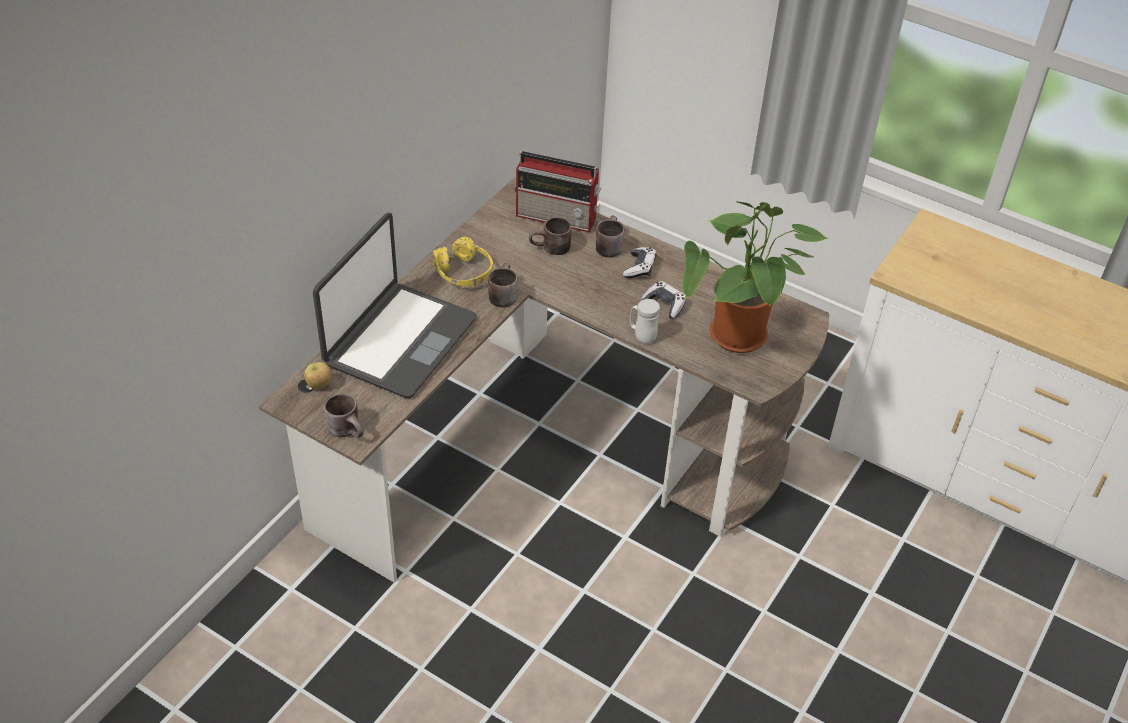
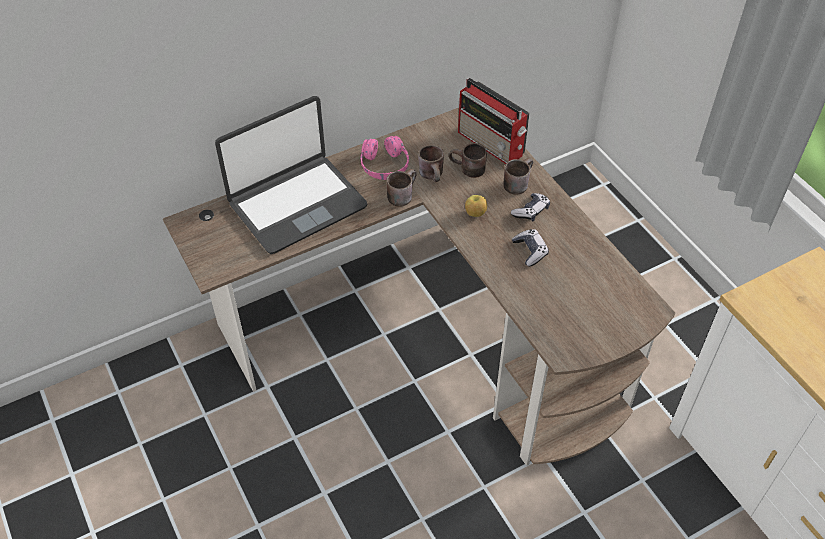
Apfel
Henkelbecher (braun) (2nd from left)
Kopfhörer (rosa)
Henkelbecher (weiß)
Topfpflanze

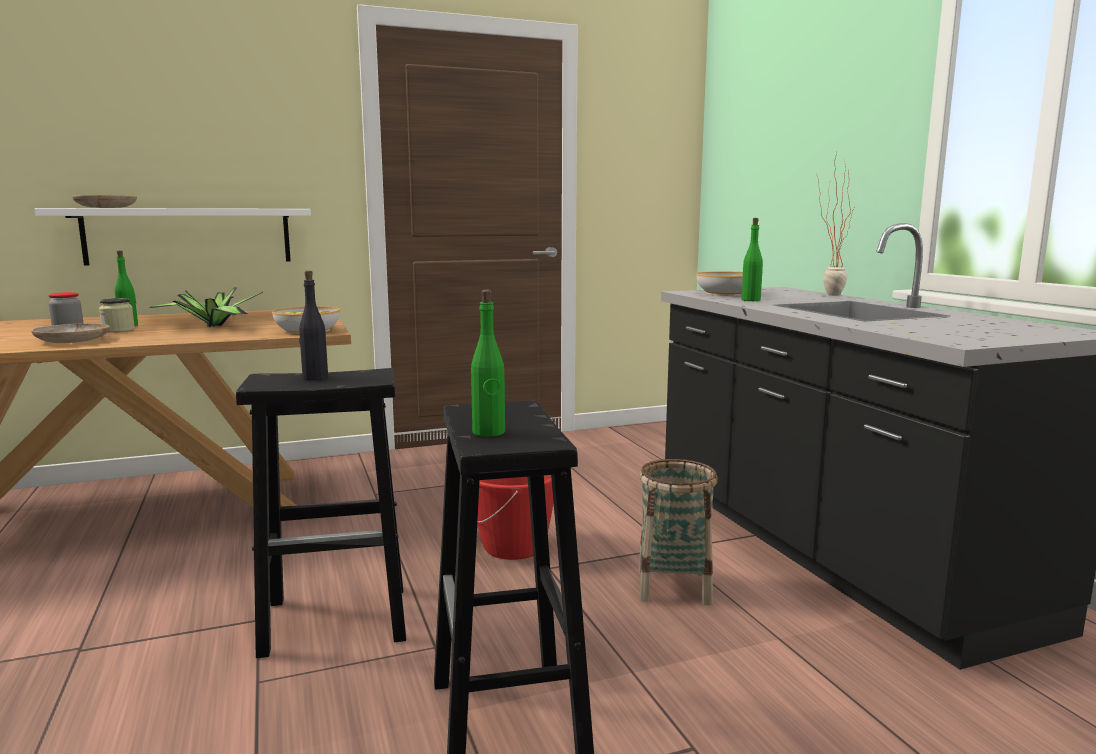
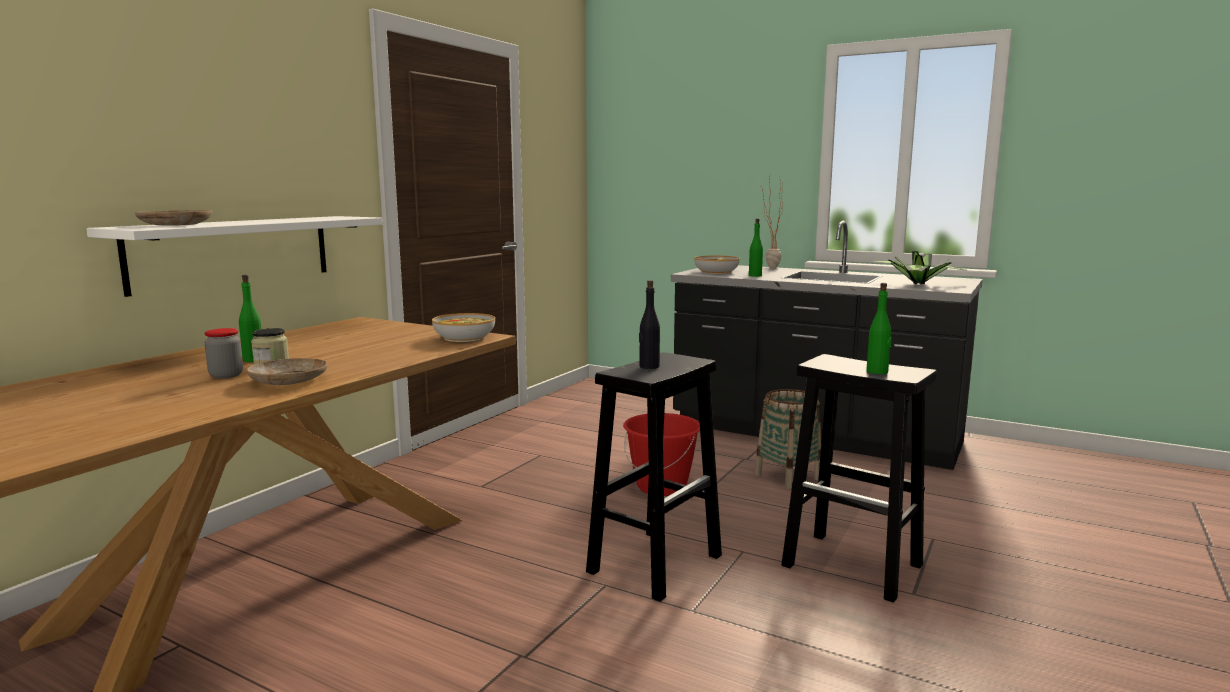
Topfpflanze (2nd from left)

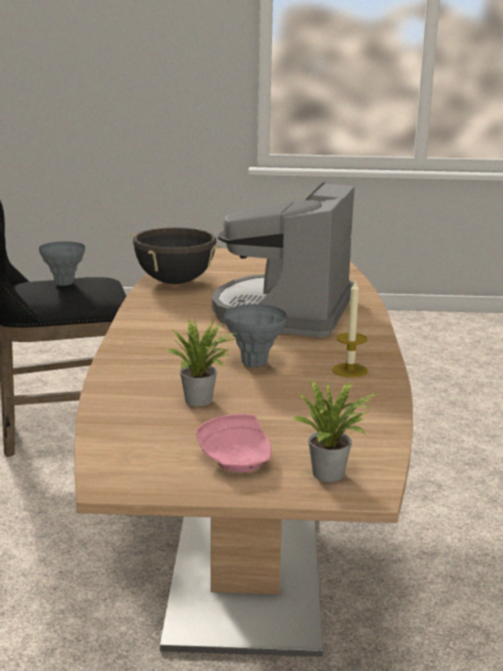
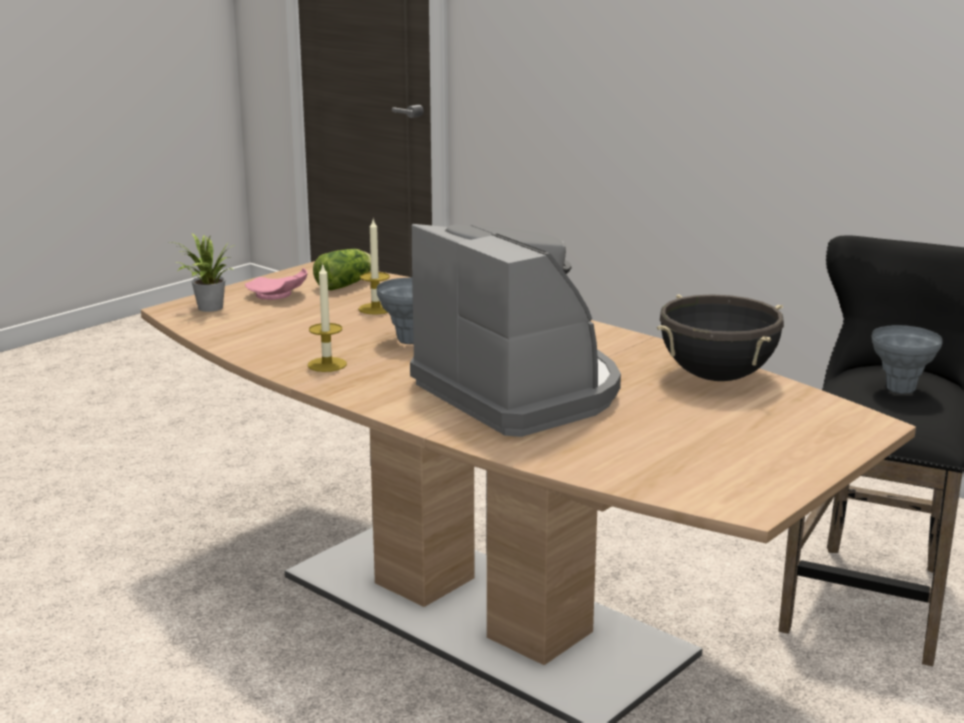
Kerze (2nd from left)
Salatkopf

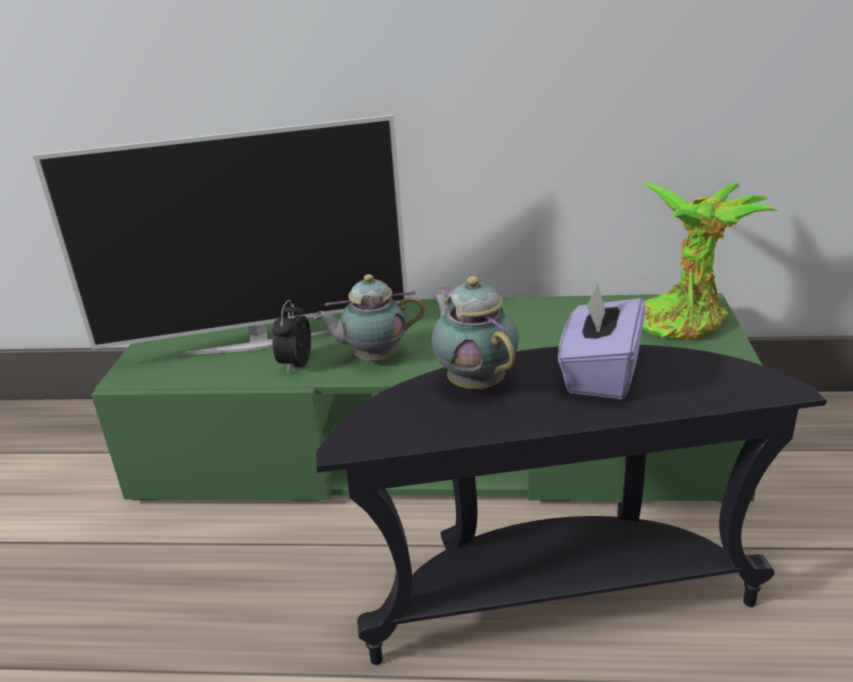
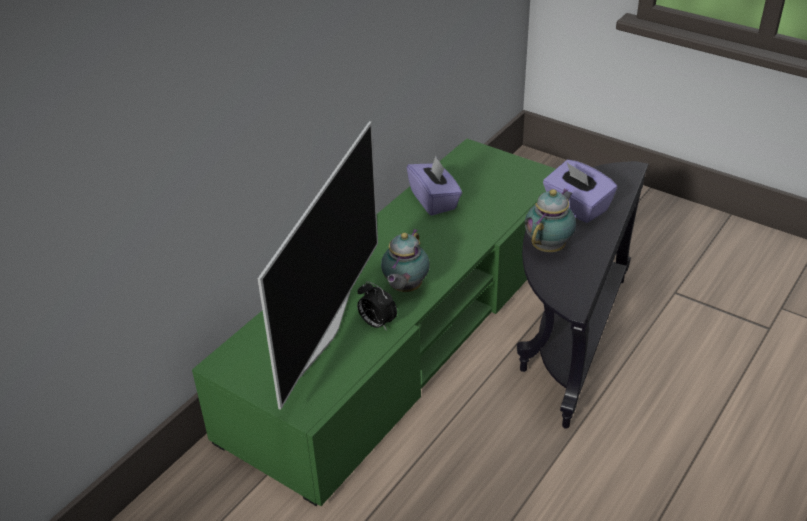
Teekanne (2nd from left)
Topfpflanze
Taschentuchbox (lila) (1st from left)

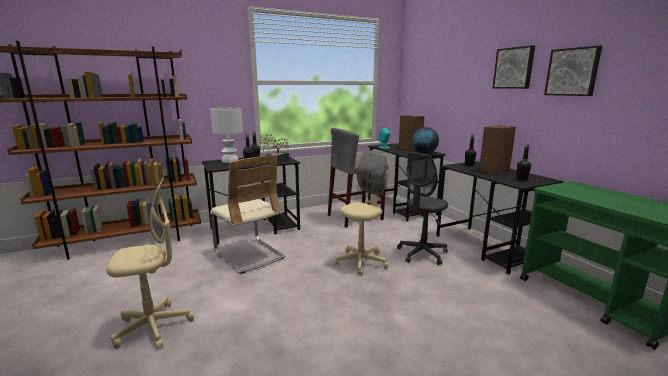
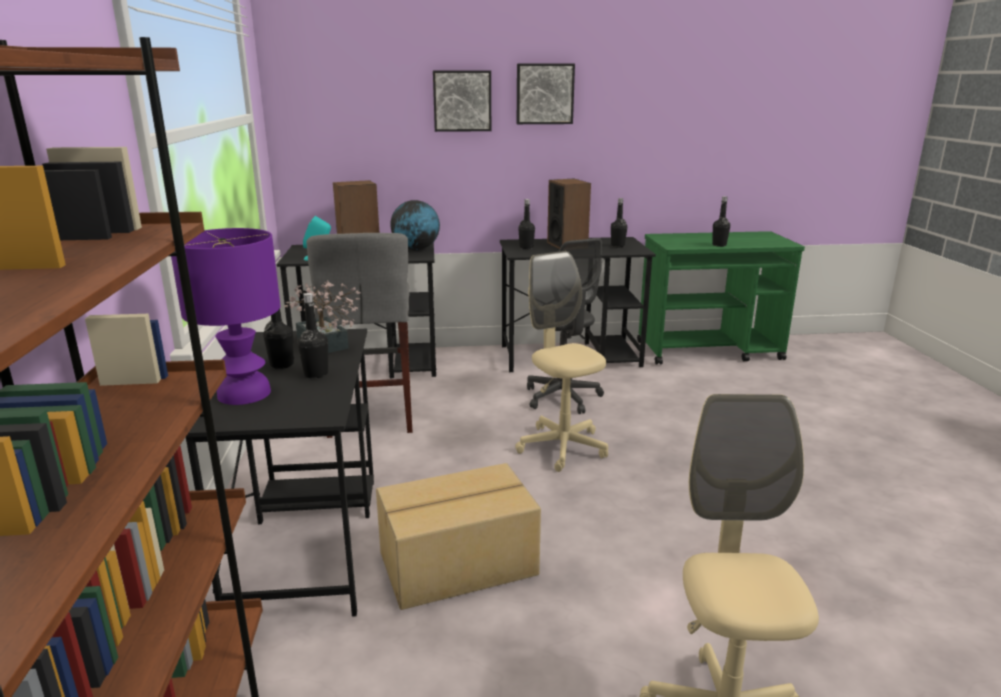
Tischlampe (lila)
Karton
Bild (1st from left)
Flasche (schwarz) (5th from left)

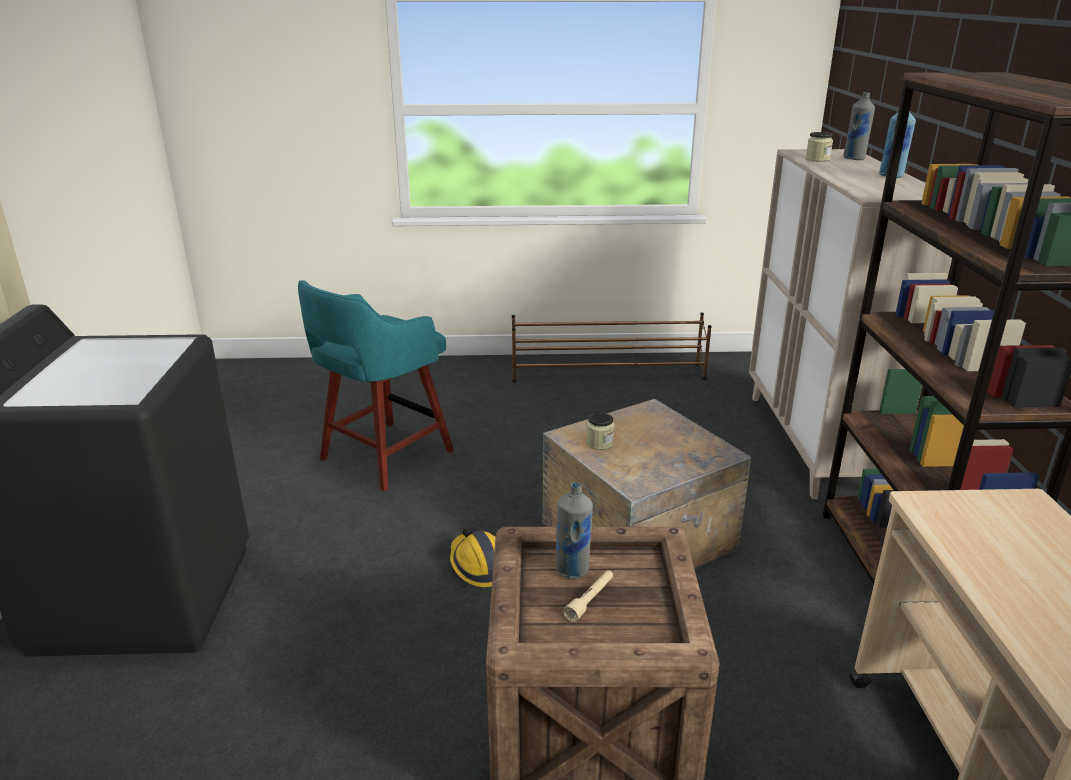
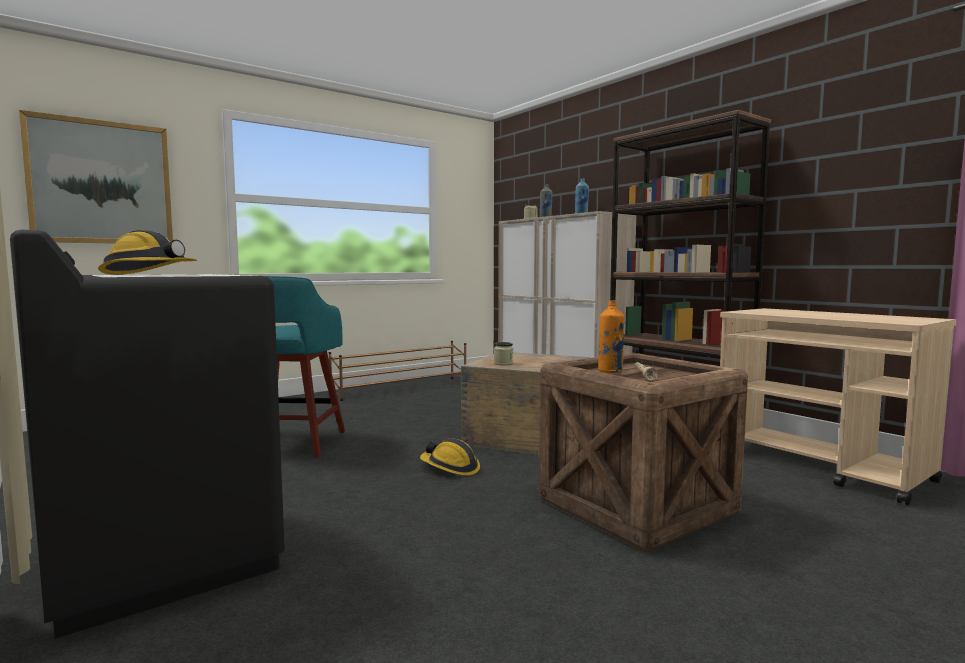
Flasche (orange)
Bild
Schutzhelm (1st from left)

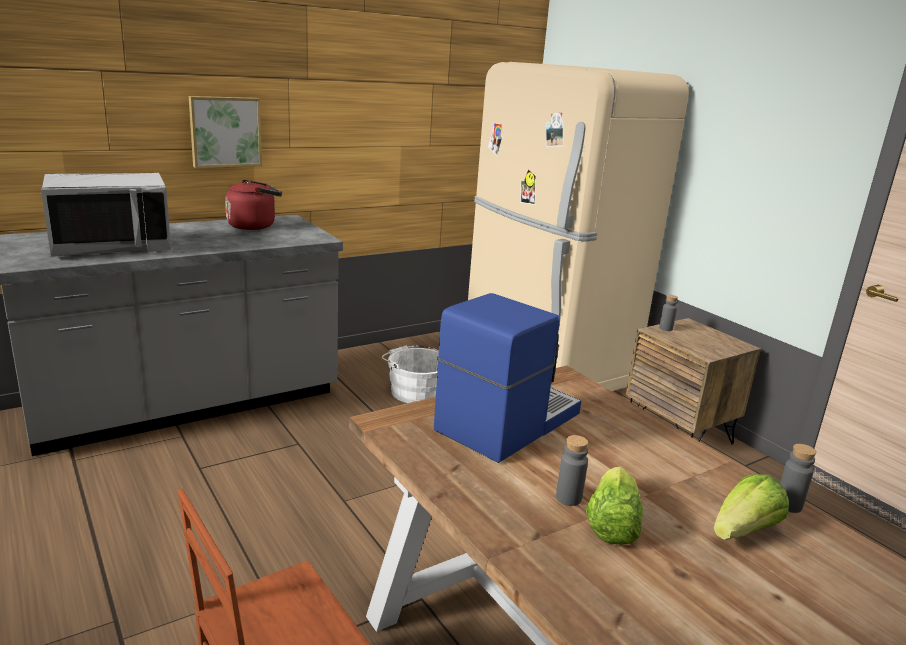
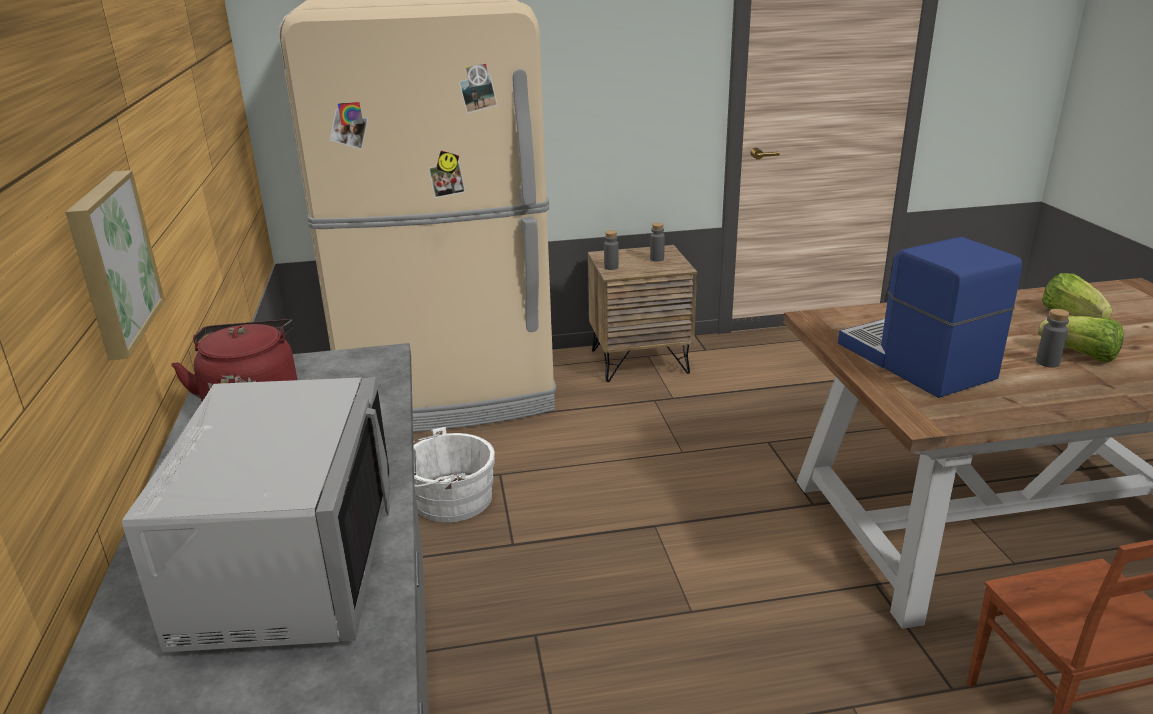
Flasche (grau) (2nd from left)

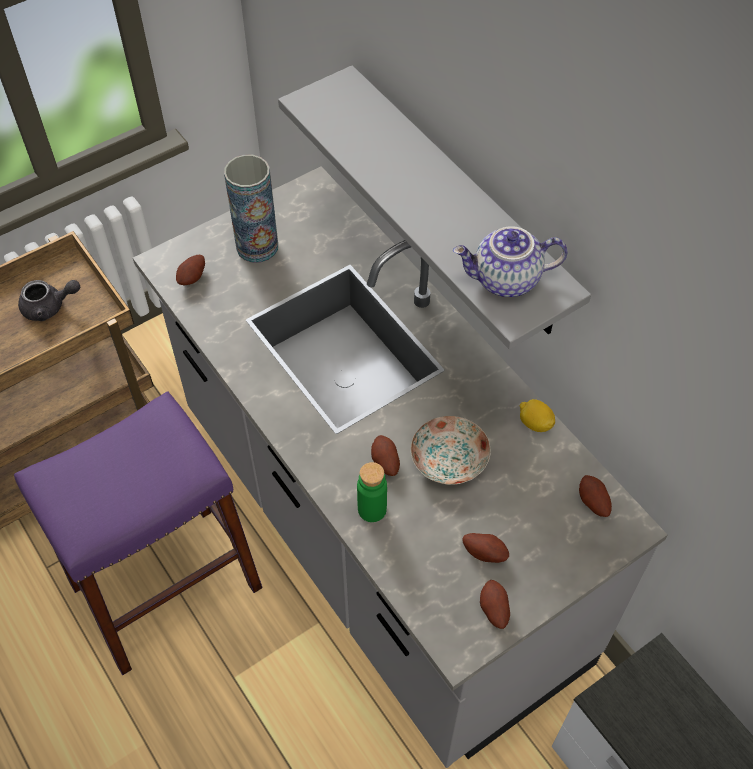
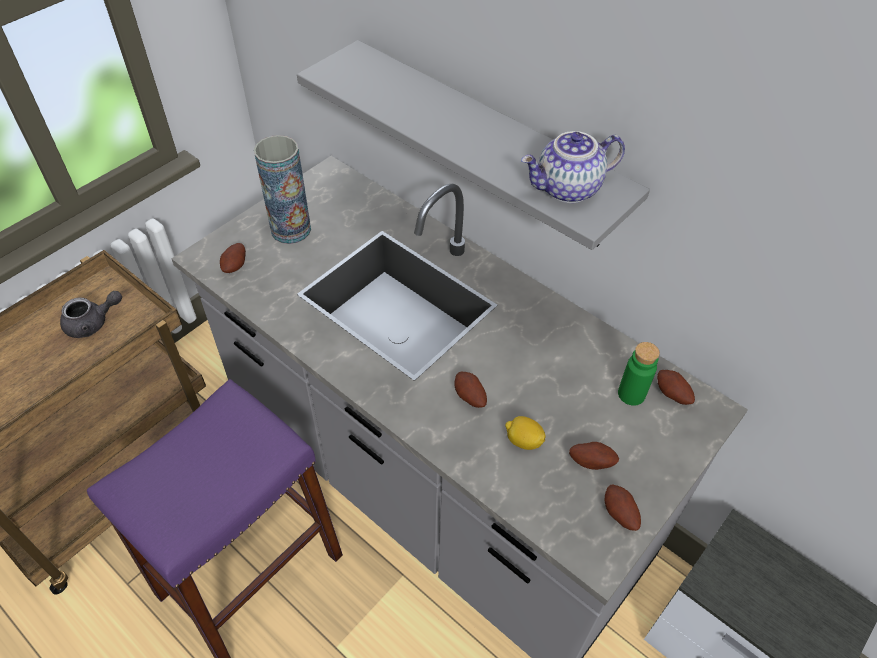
Flasche (grün)
Teller
Zitrone

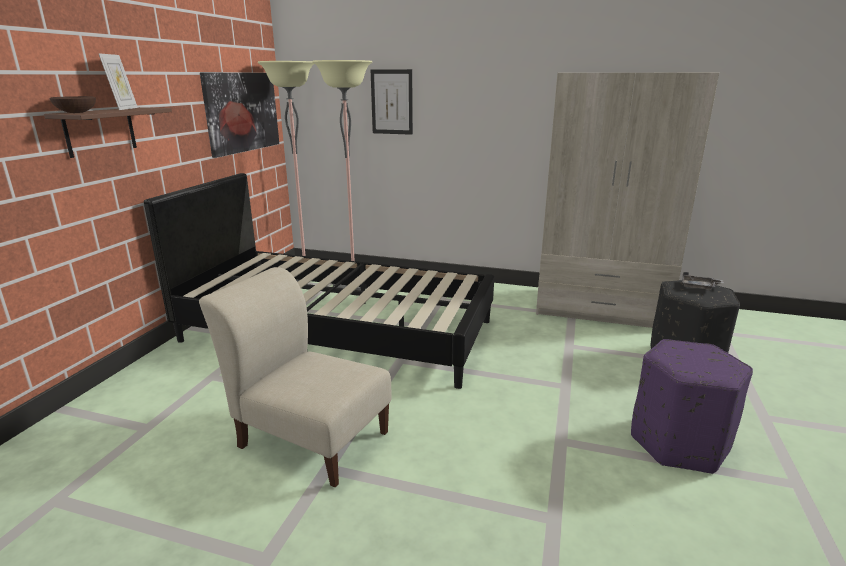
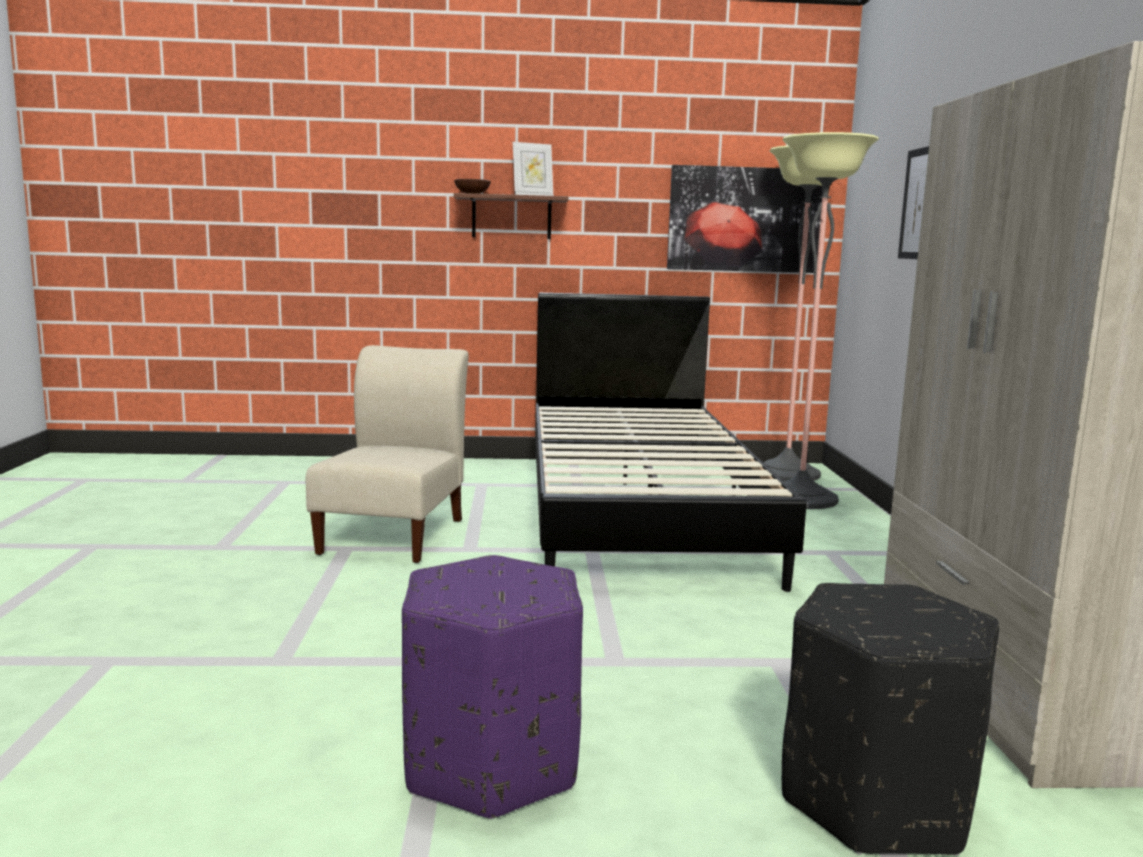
Tablett (grau)

